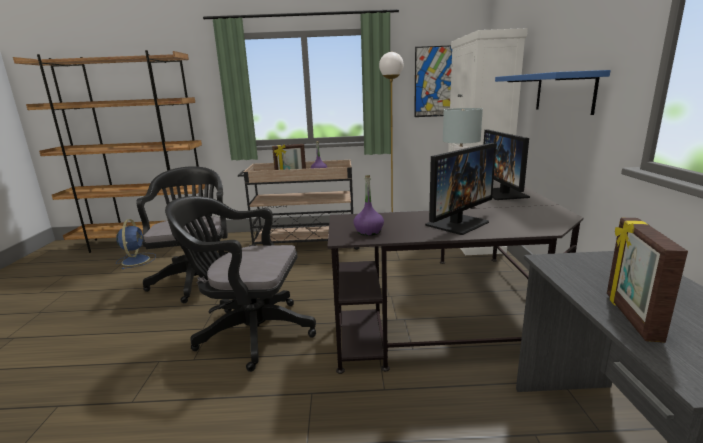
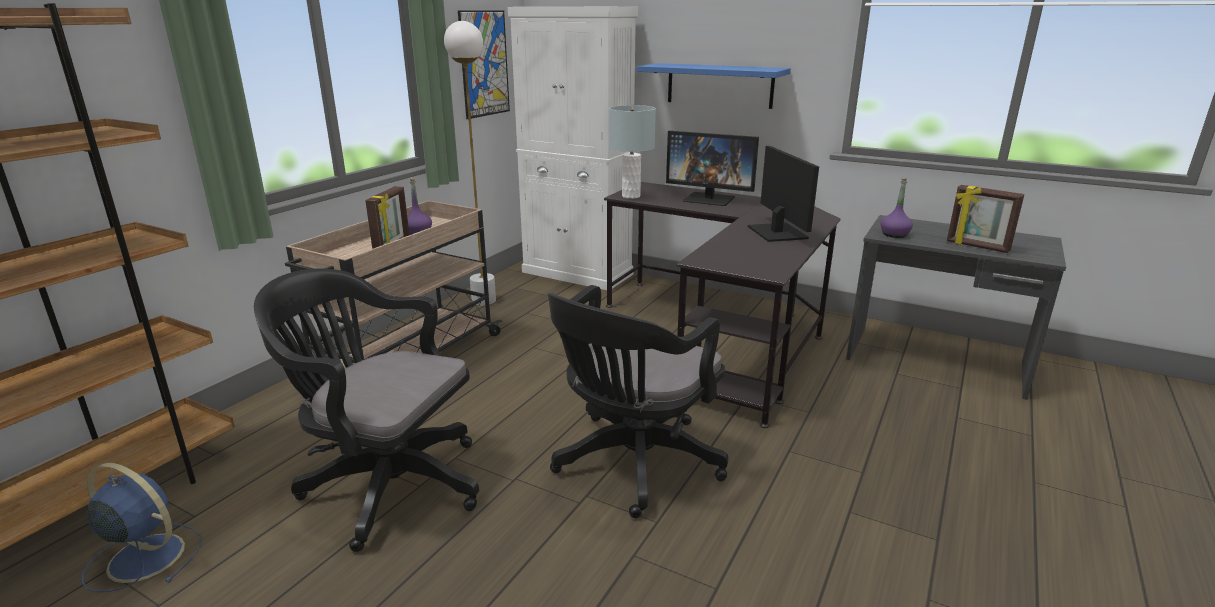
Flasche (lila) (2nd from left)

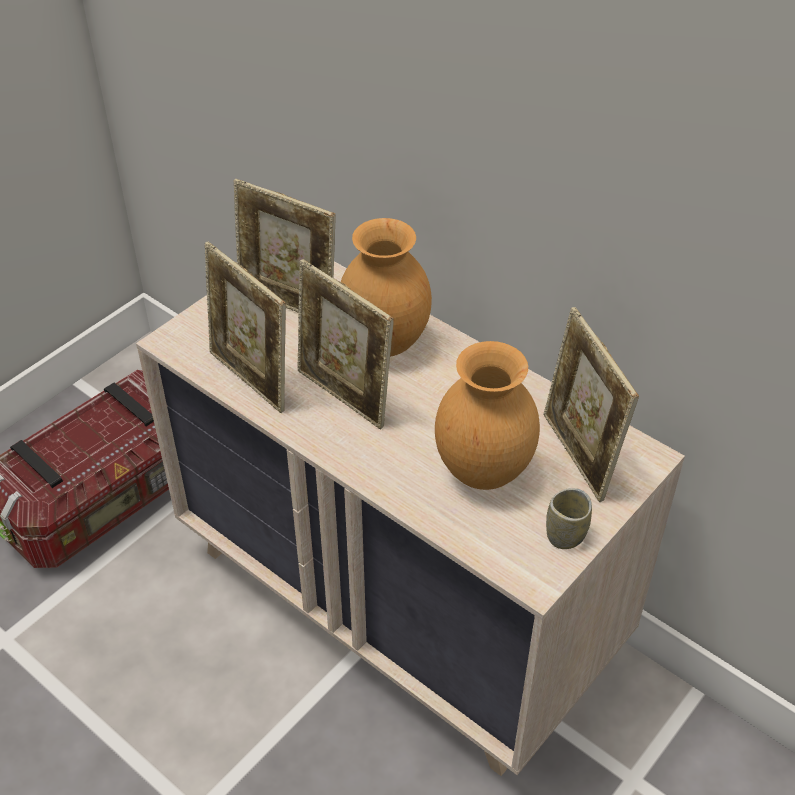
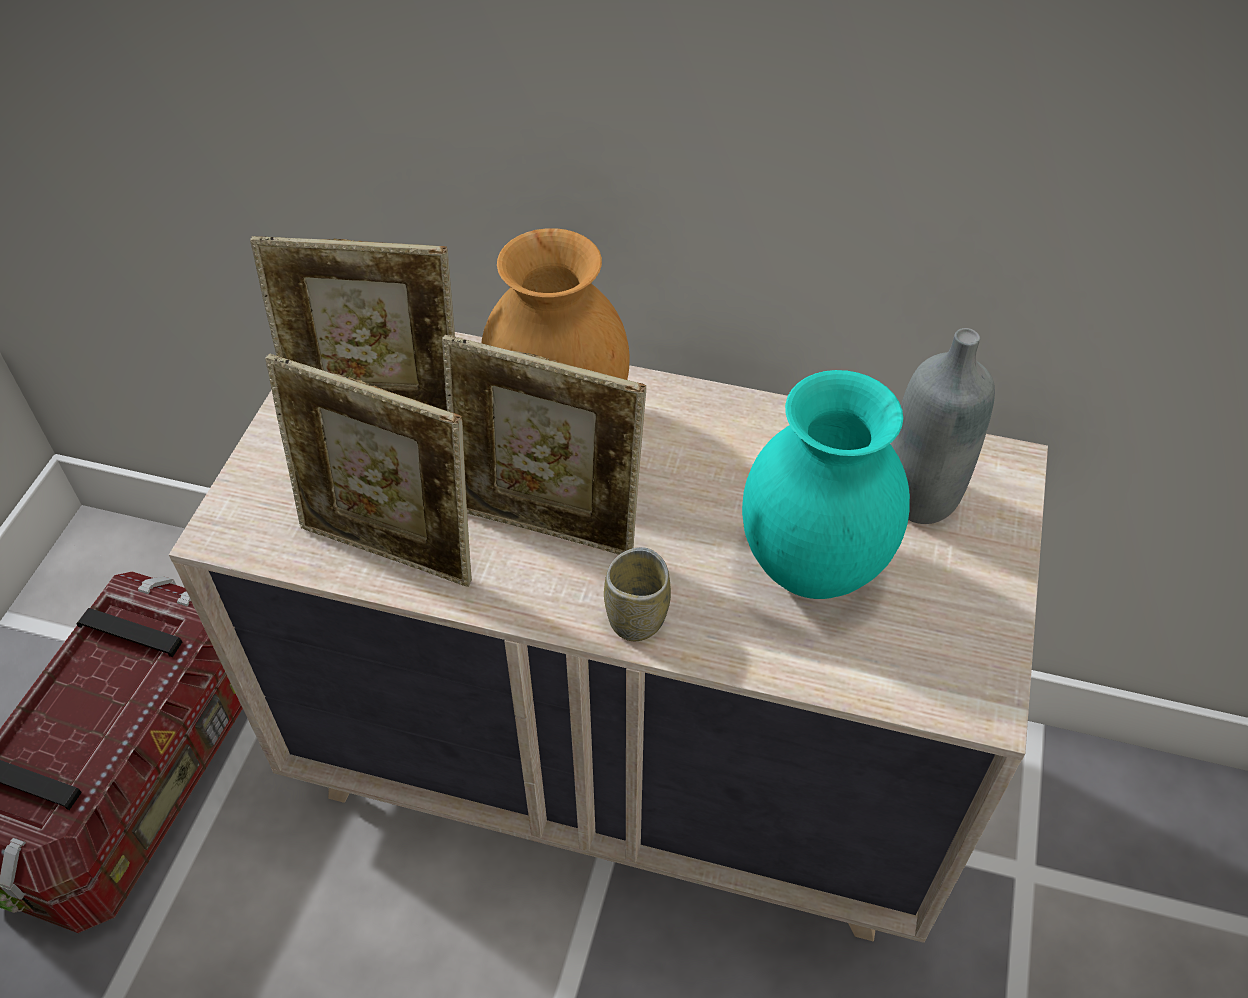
Vase (türkis)
Flasche (grau)
Tasse

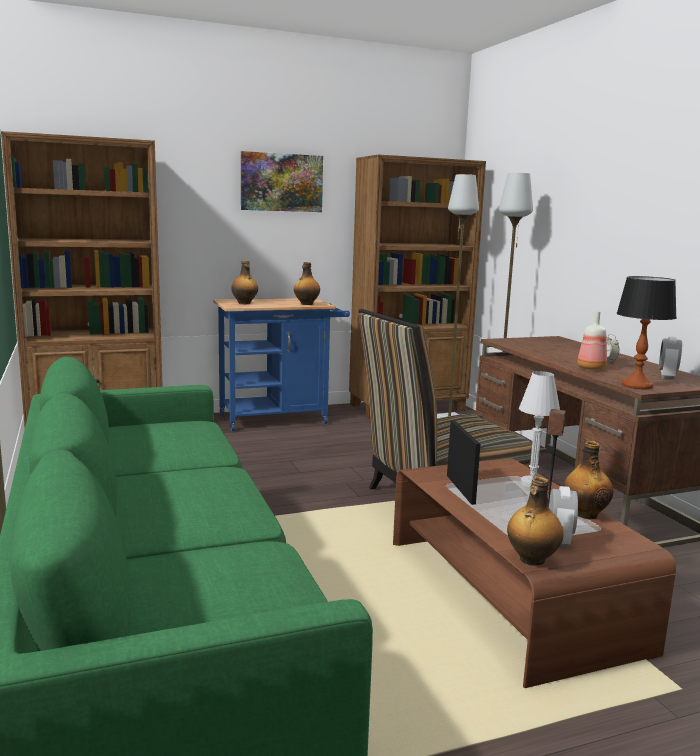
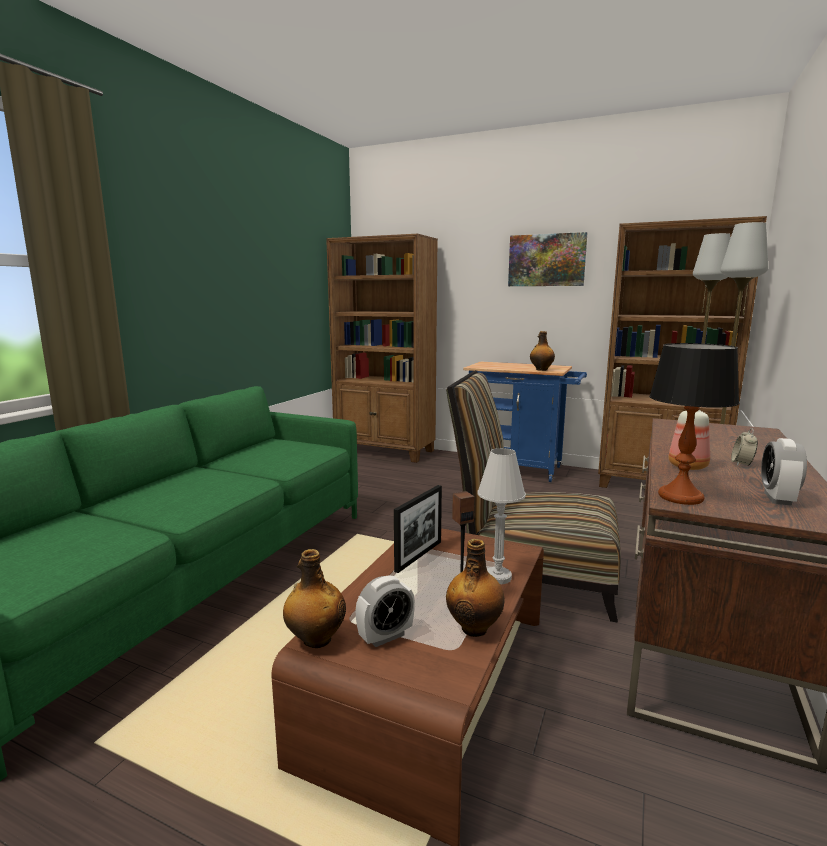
Flasche (1st from left in the first image)
Wecker (3rd from left)

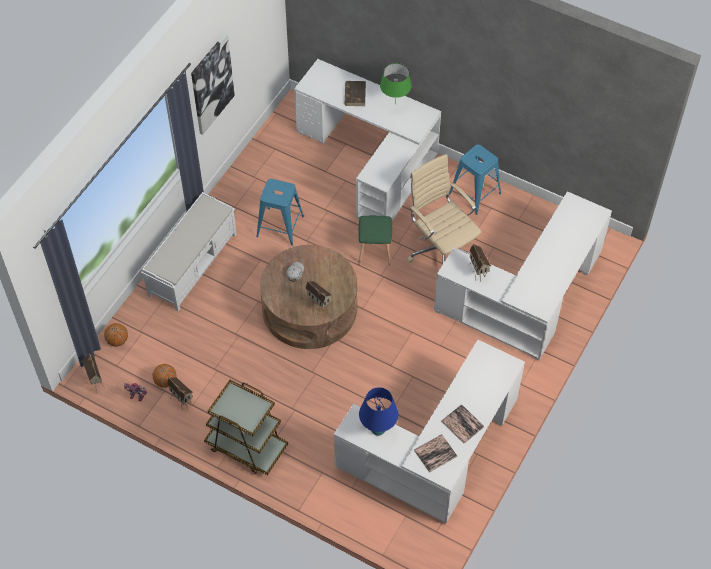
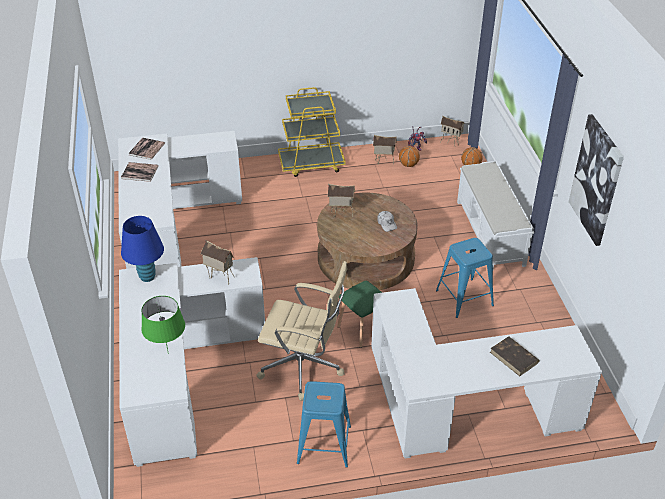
Rollwagen (gelb)
Tischlampe (blau)
Tischlampe (grün)

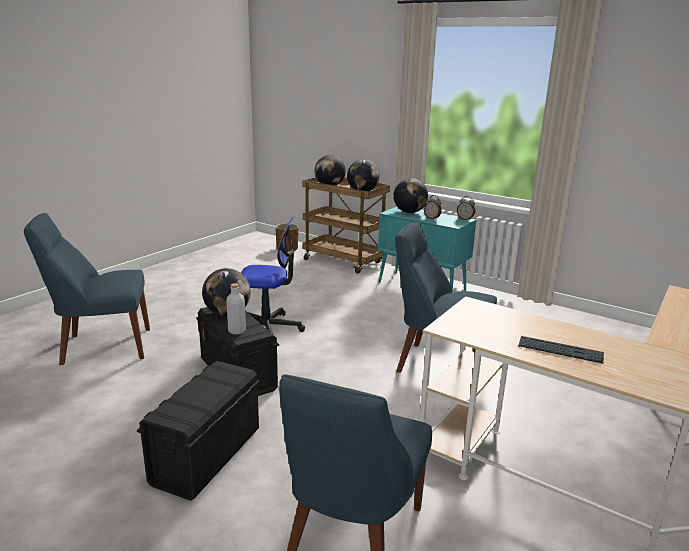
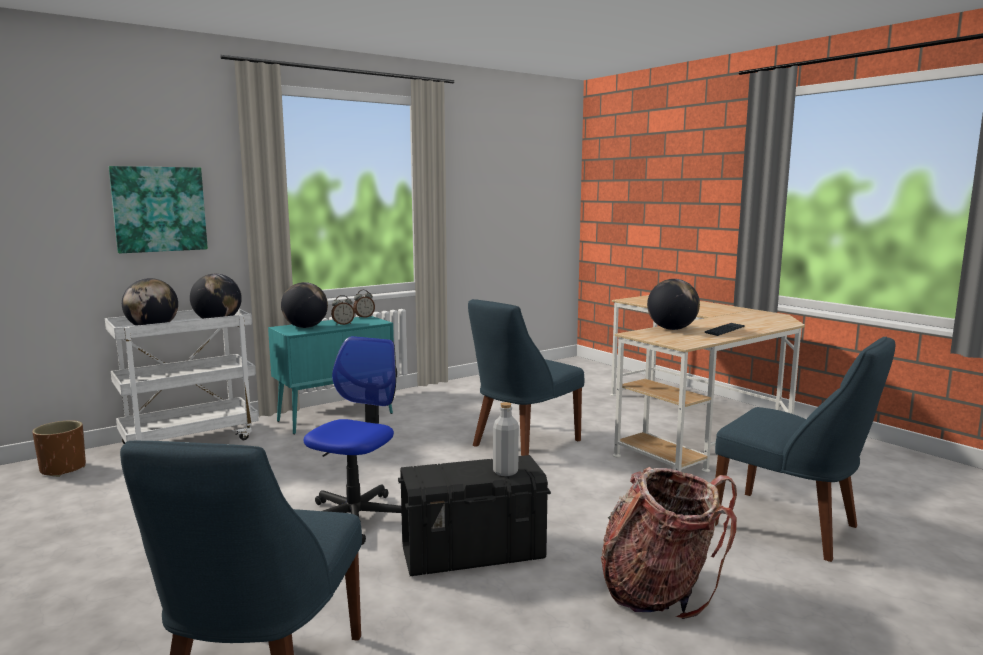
Rucksack
Globus (4th from left)
Rollwagen (weiß)
Bild

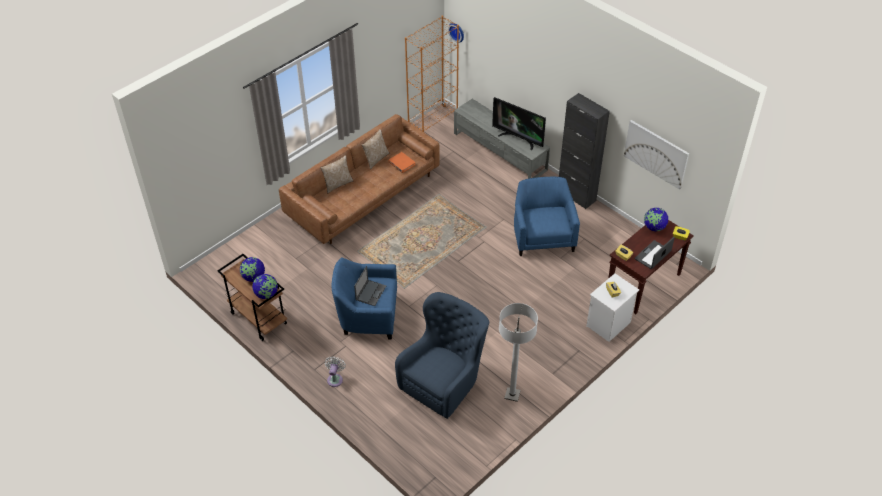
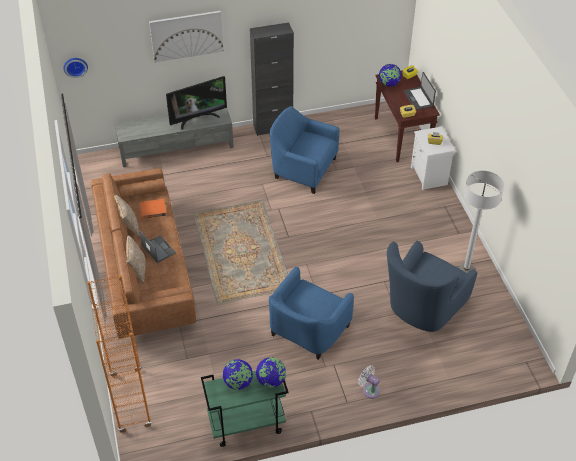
Rollwagen (grün)
Laptop (1st from left)
Sessel (blau) (3rd from left)
Bücherregal (orange)
Bild

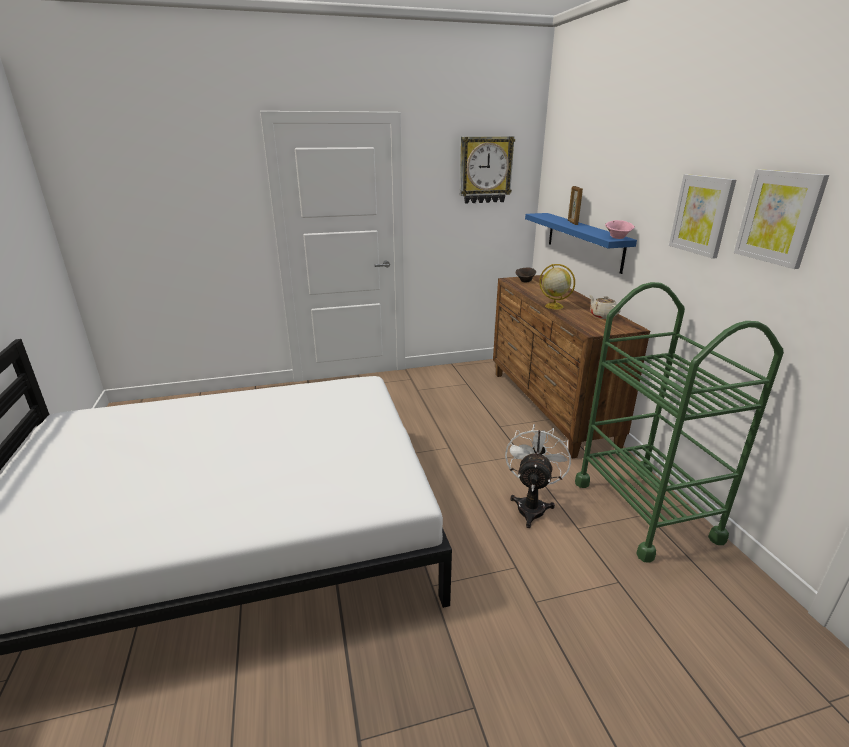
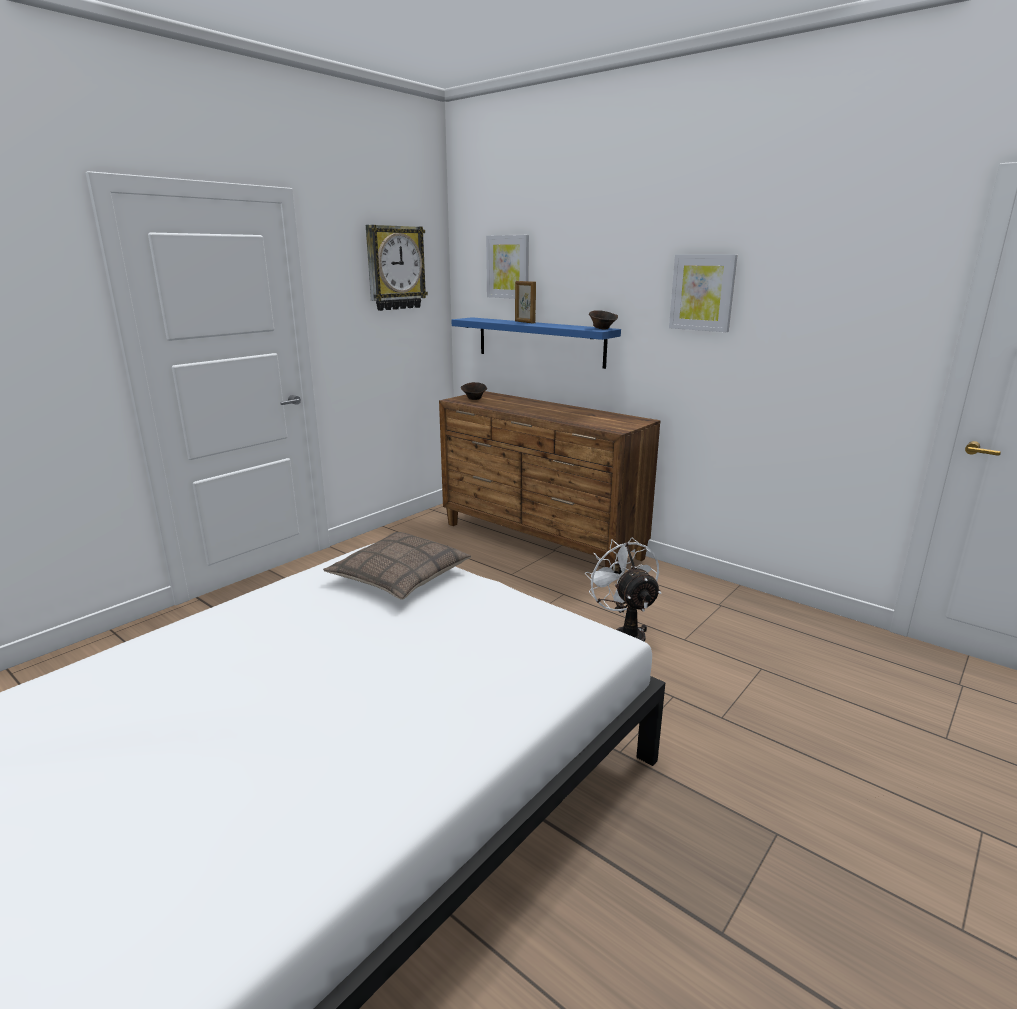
Globus
Rollwagen (grün)
Teekanne (beige)
Schüssel (braun) (2nd from left)
Bild (1st from left)
Kissen

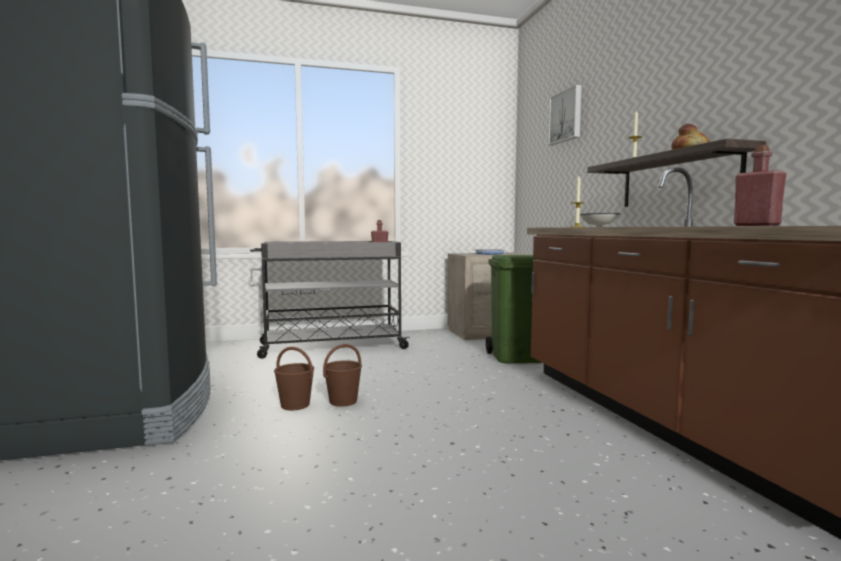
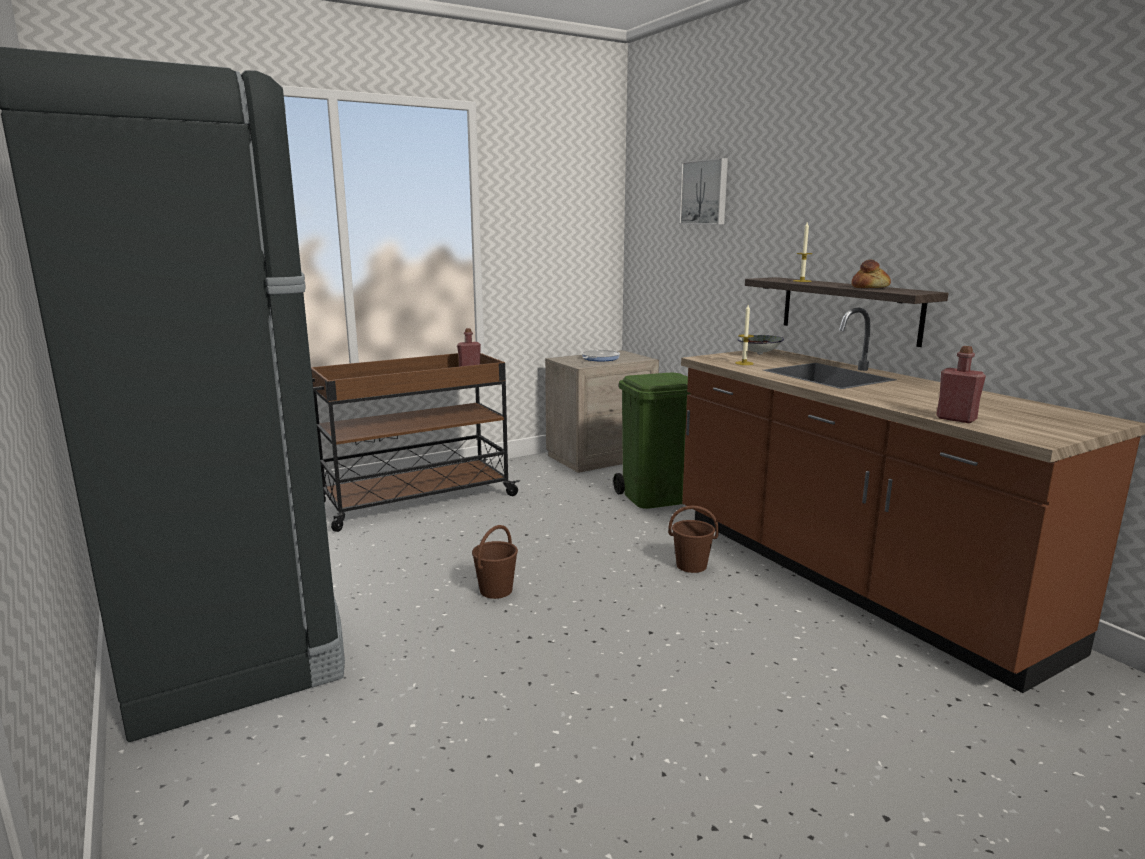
Rollwagen (braun)
Eimer (braun) (2nd from left)

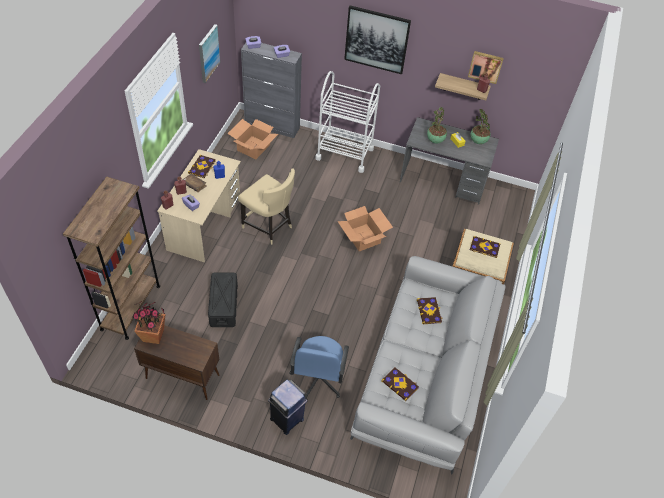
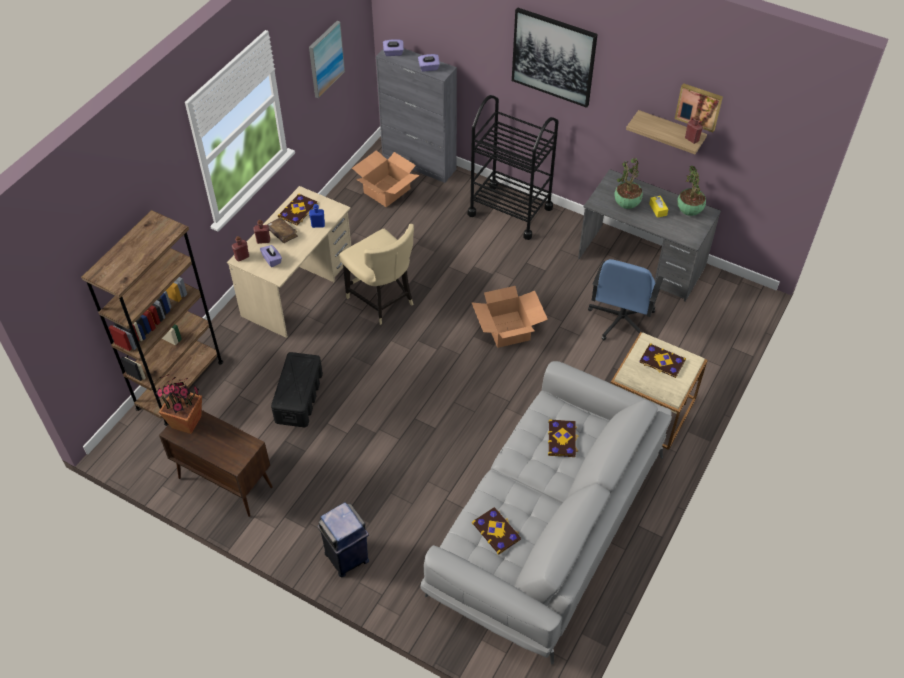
Bürostuhl (blau)
Rollwagen (schwarz)

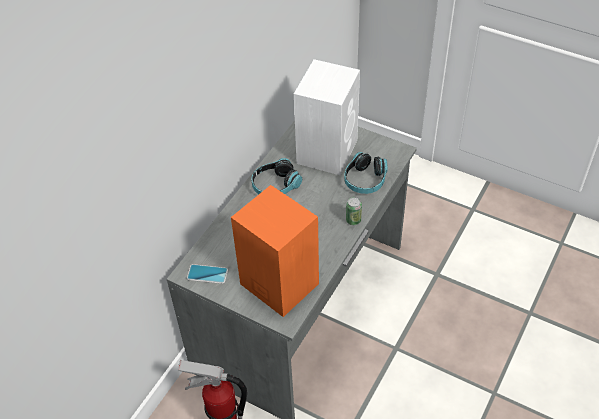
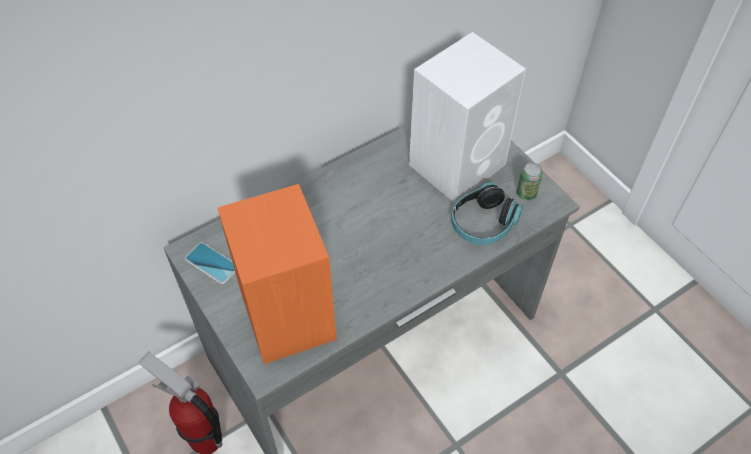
Kopfhörer (1st from left in the first image)
Dose

